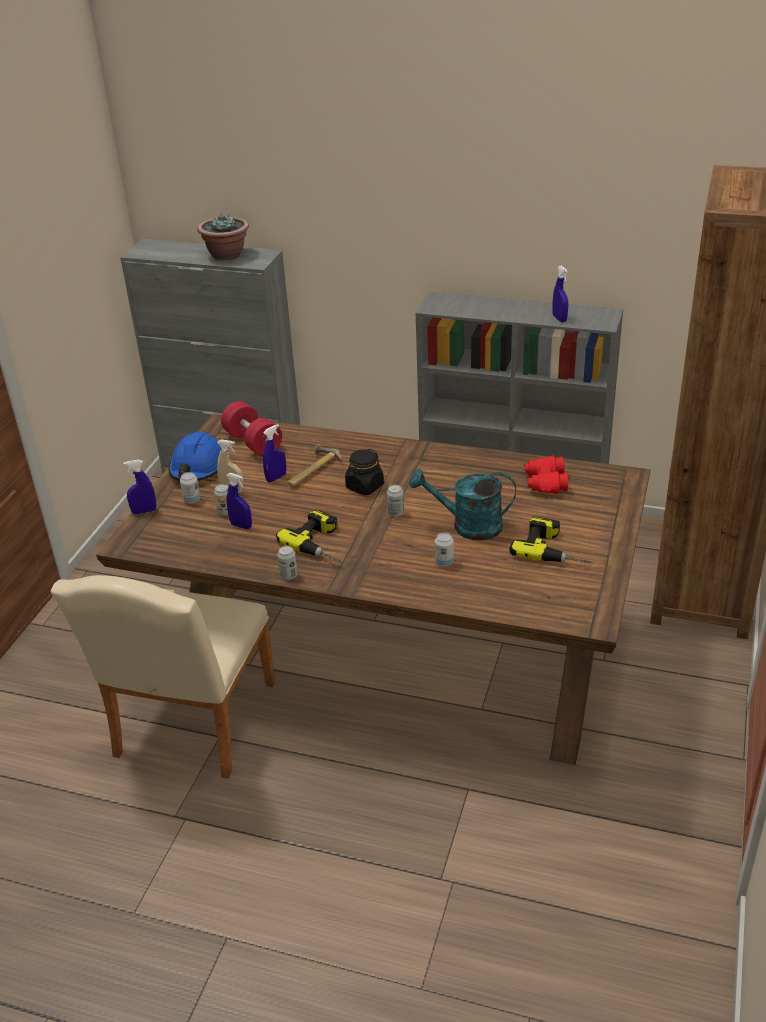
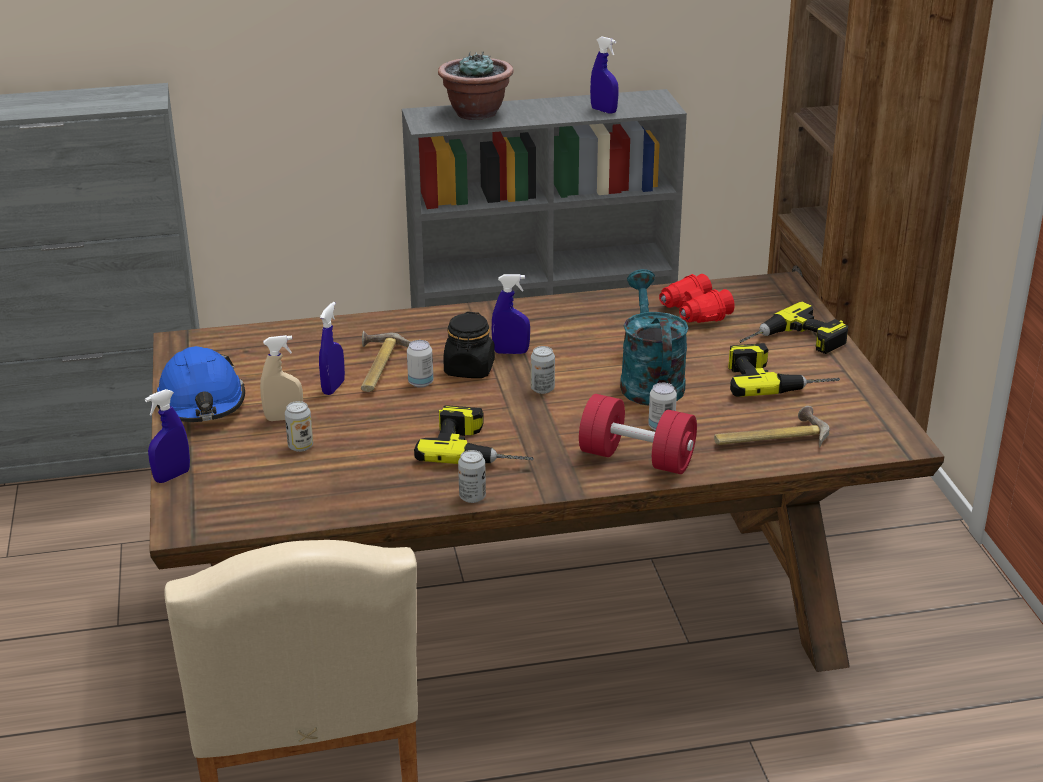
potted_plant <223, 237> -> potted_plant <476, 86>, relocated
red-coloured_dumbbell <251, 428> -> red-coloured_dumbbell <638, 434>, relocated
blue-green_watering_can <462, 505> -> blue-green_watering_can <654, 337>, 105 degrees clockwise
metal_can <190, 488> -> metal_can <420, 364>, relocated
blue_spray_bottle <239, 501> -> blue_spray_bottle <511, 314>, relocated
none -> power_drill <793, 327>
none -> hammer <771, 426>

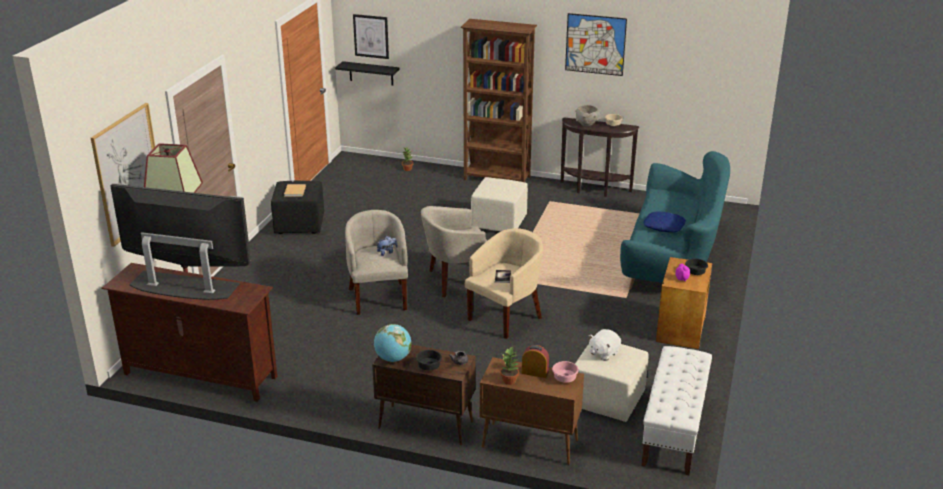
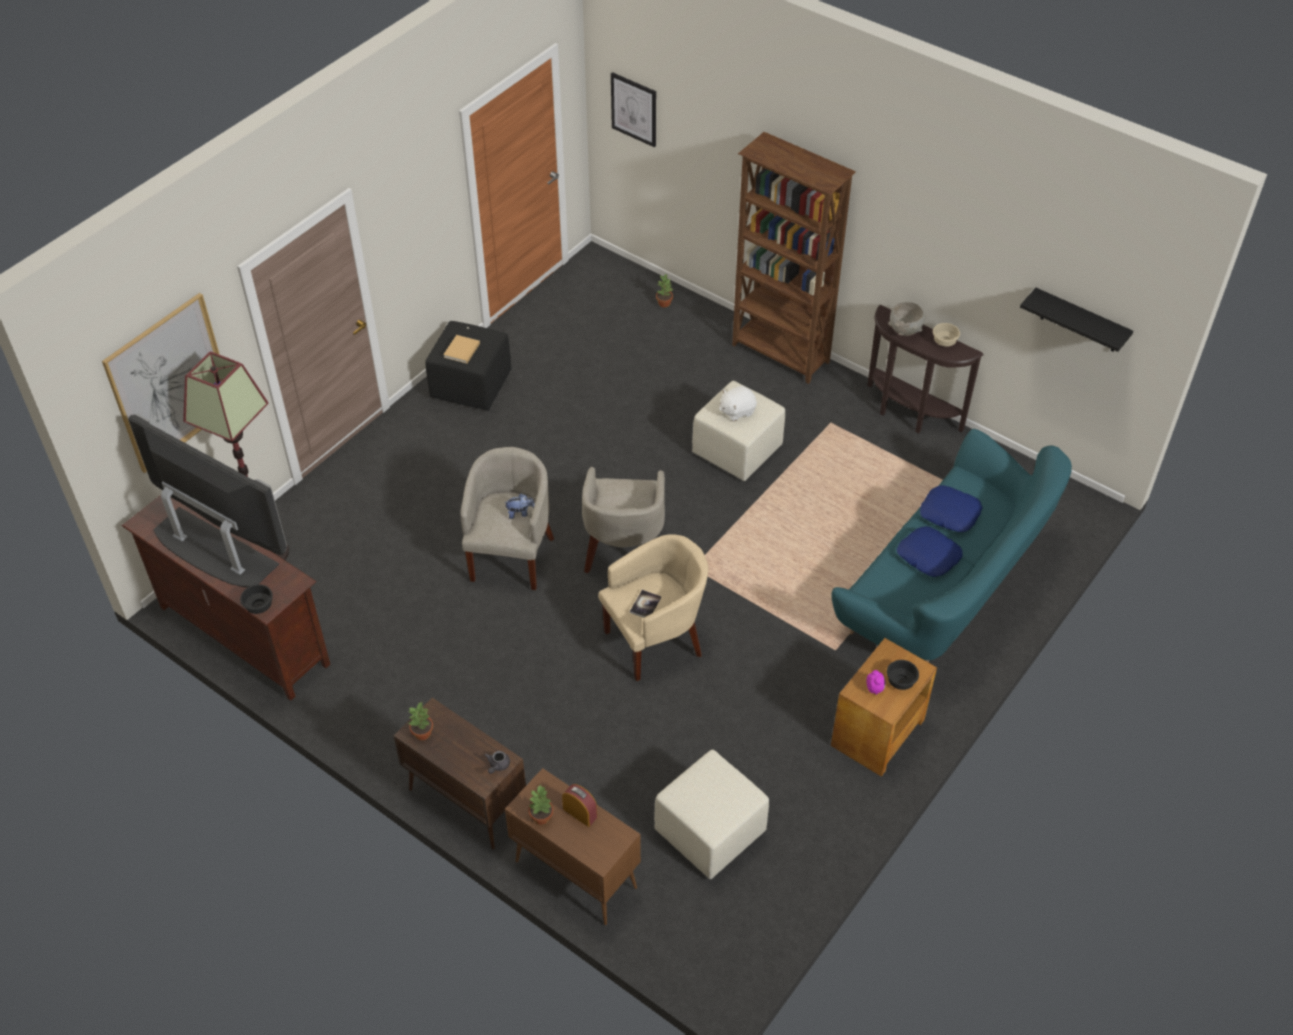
picture <596, 44> -> none
blackish_wall_shelf <367, 73> -> blackish_wall_shelf <1076, 320>, relocated
beige-coloured_armchair <454, 252> -> beige-coloured_armchair <623, 520>, 90 degrees counterclockwise
globe <393, 343> -> potted_plant <420, 721>
white_cuddly_toy <605, 345> -> white_cuddly_toy <738, 404>, relocated
white_long_seat <676, 410> -> none
blackish_deep_dish <429, 360> -> blackish_deep_dish <256, 599>, relocated
pinkish_deep_dish <565, 372> -> none
none -> blue_pillow <951, 508>

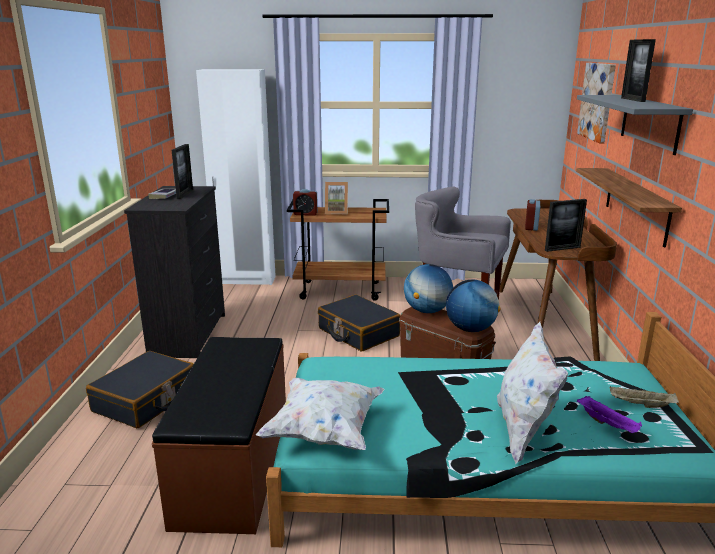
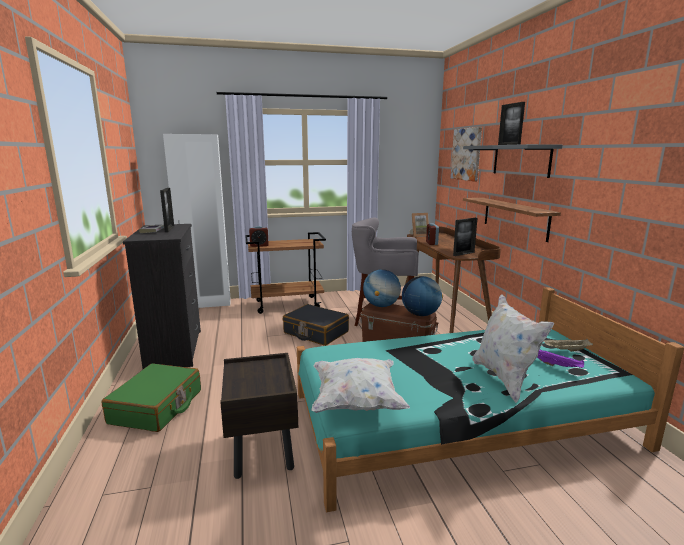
standing_frame <336, 198> -> standing_frame <419, 225>, relocated
brown_long_seat <219, 435> -> brown_bedside_table <259, 416>
blackish_piece_of_luggage <140, 390> -> green_piece_of_luggage <151, 397>

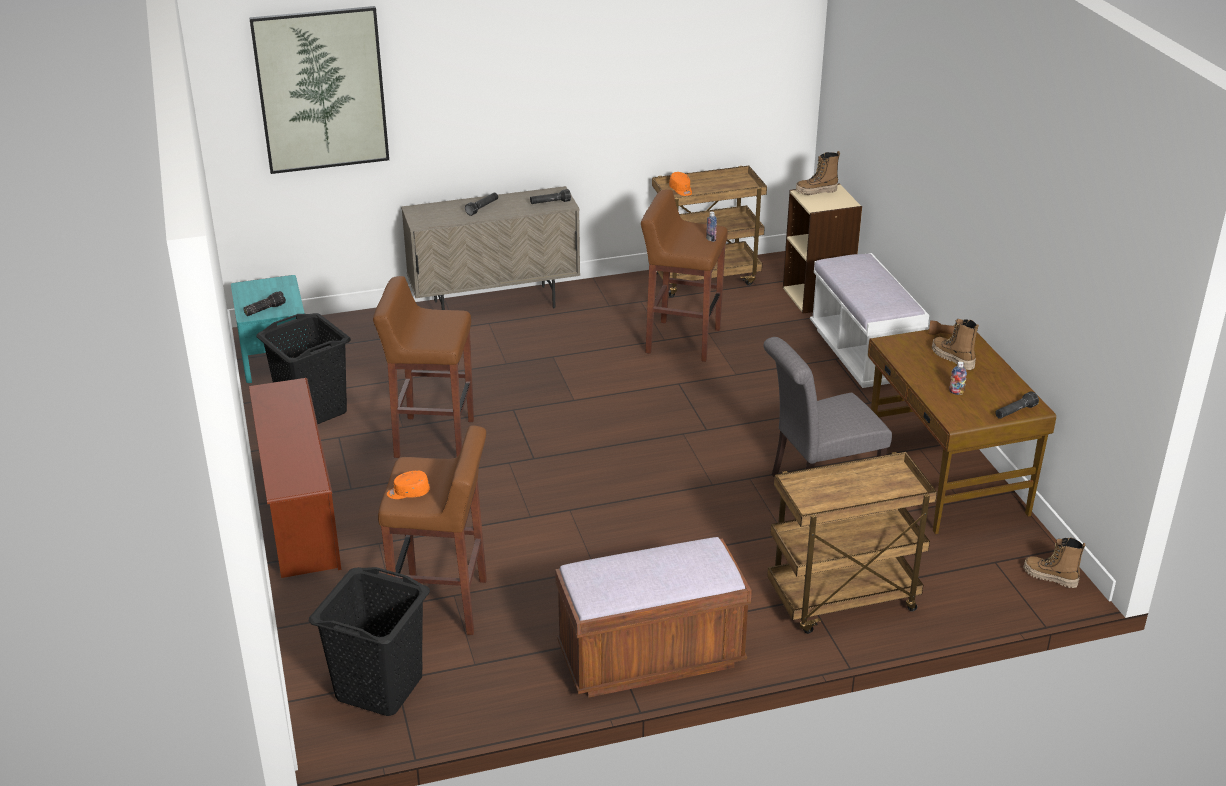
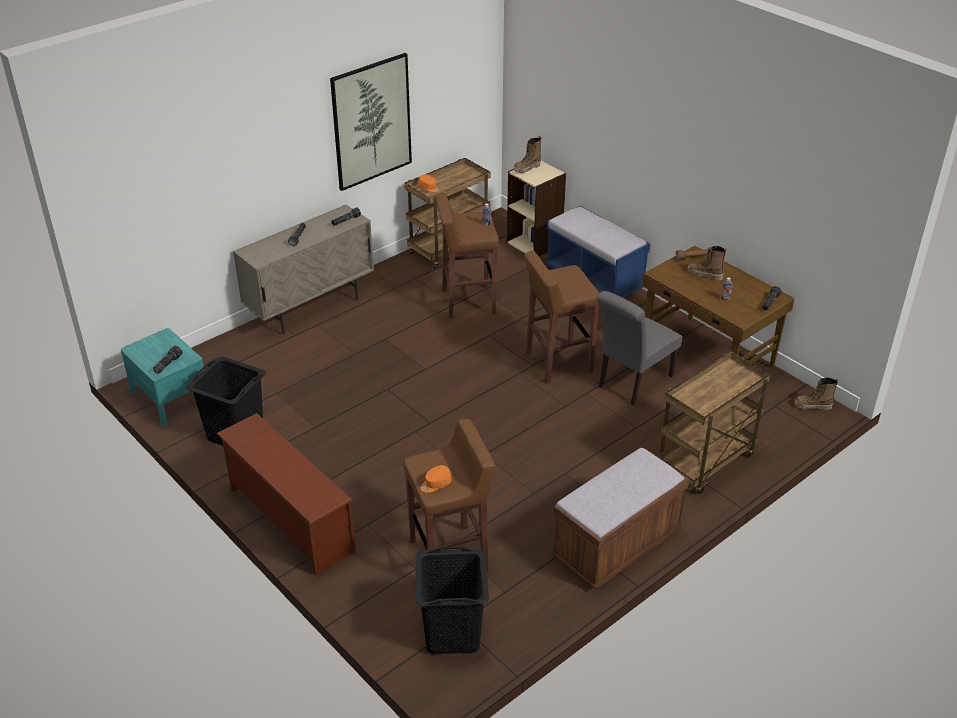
picture <319, 90> -> picture <371, 122>, relocated
white_long_seat <869, 320> -> blue_long_seat <598, 252>
brown_sitting_stool <423, 367> -> brown_sitting_stool <562, 317>, relocated

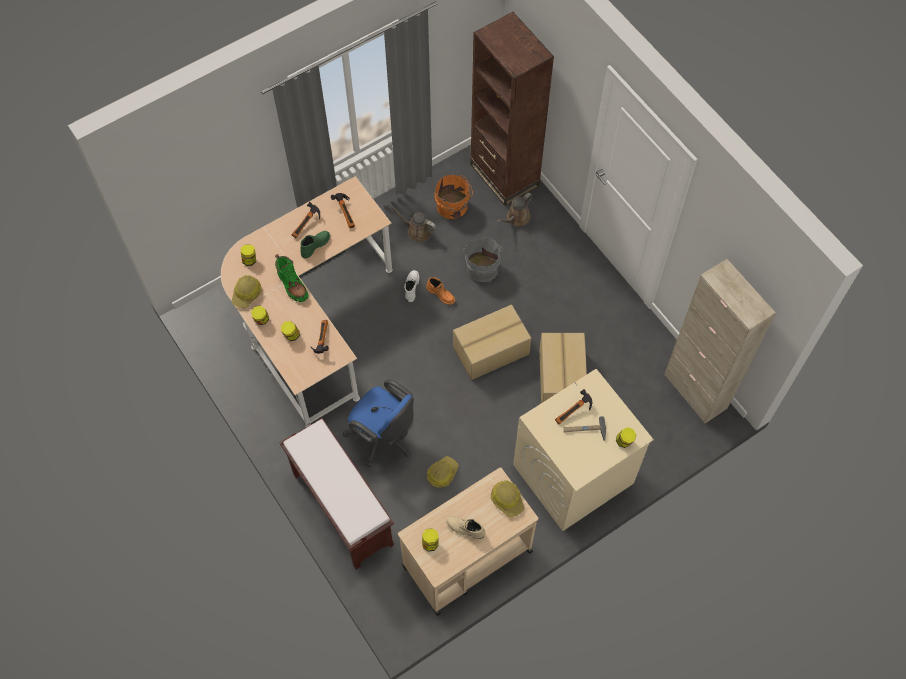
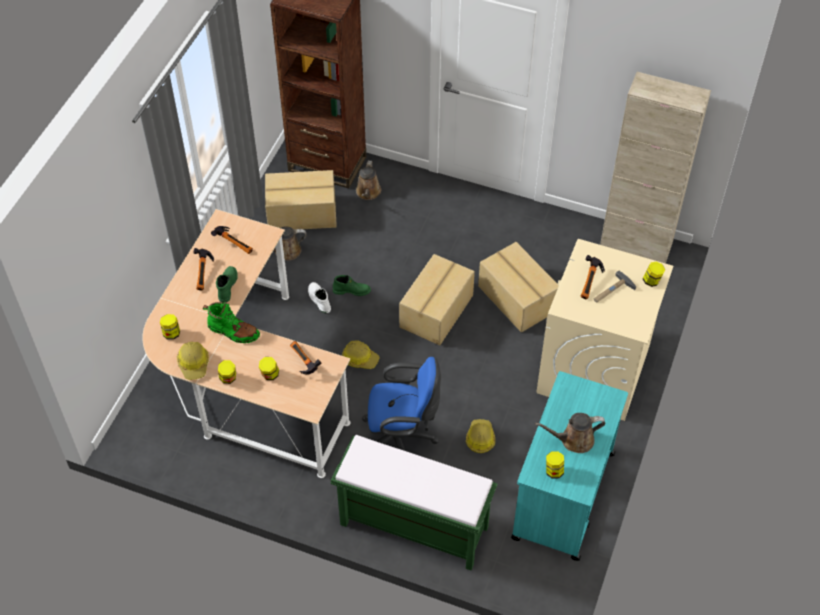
orange_pail <454, 196> -> packing_box <301, 199>
greyish_pail <483, 259> -> none
orange_boot <440, 291> -> green_boot <352, 285>
brown_long_seat <336, 493> -> green_long_seat <413, 503>
beige-coloured_trolley <468, 541> -> blue-green_trolley <569, 466>
work_helmet <507, 499> -> work_helmet <361, 354>, relocated
beige-coloured_boot <465, 527> -> brown_watering_can <570, 433>

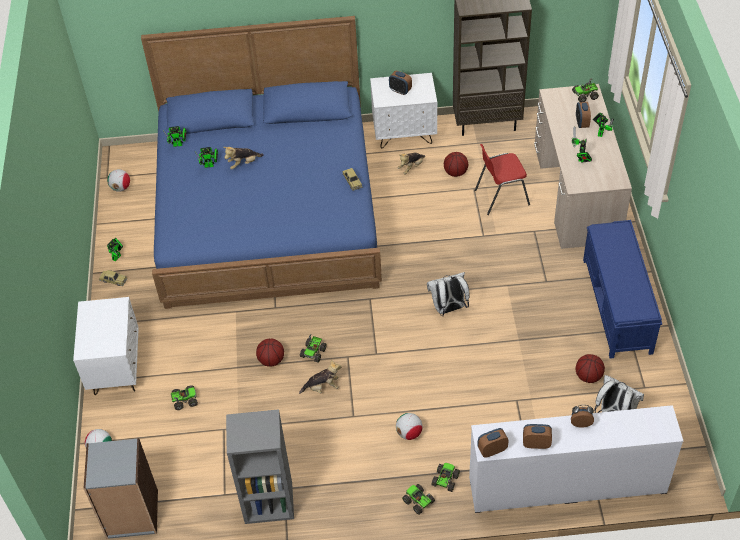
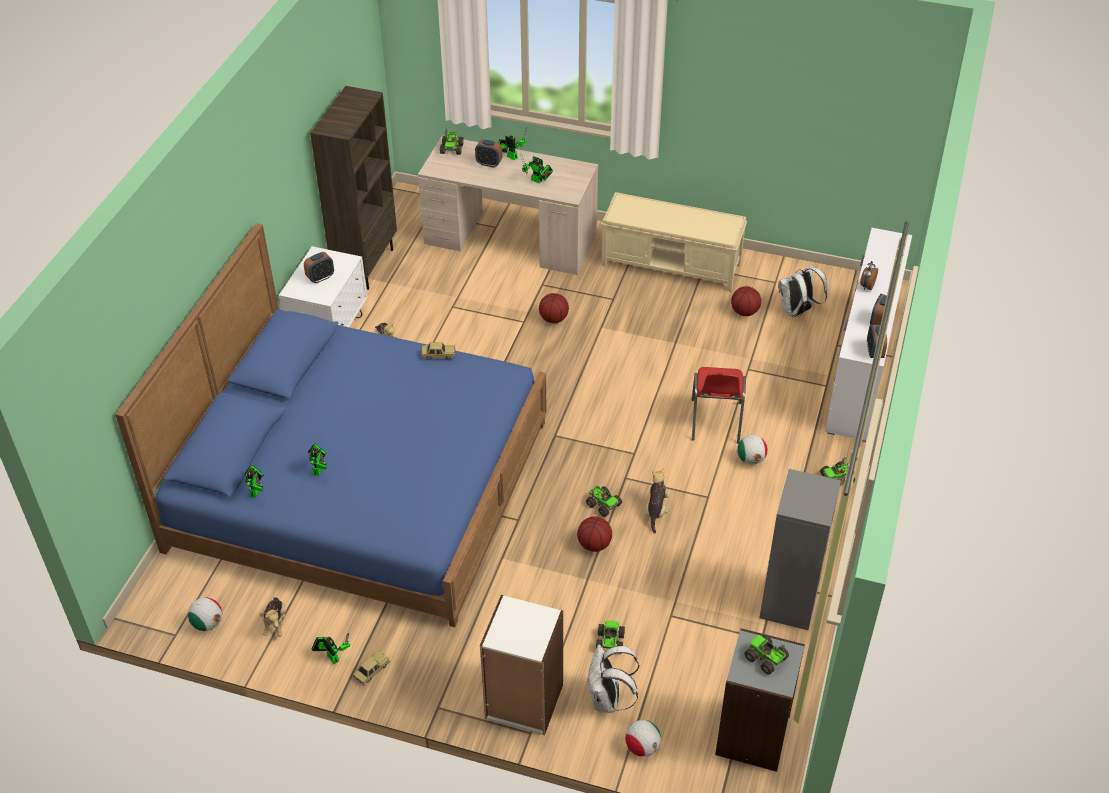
red-coloured_upright_chair <502, 179> -> red-coloured_upright_chair <719, 405>, relocated
cuddly_toy <244, 158> -> cuddly_toy <273, 617>, relocated
ball_for_basketball <456, 164> -> ball_for_basketball <554, 308>, relocated
blue_long_seat <622, 289> -> beige-coloured_long_seat <674, 242>
white_rucksack <448, 294> -> white_rucksack <613, 678>, relocated
white_bedside_table <106, 346> -> white_bookcase <521, 665>
toy_lorry <446, 477> -> toy_lorry <766, 655>, relocated

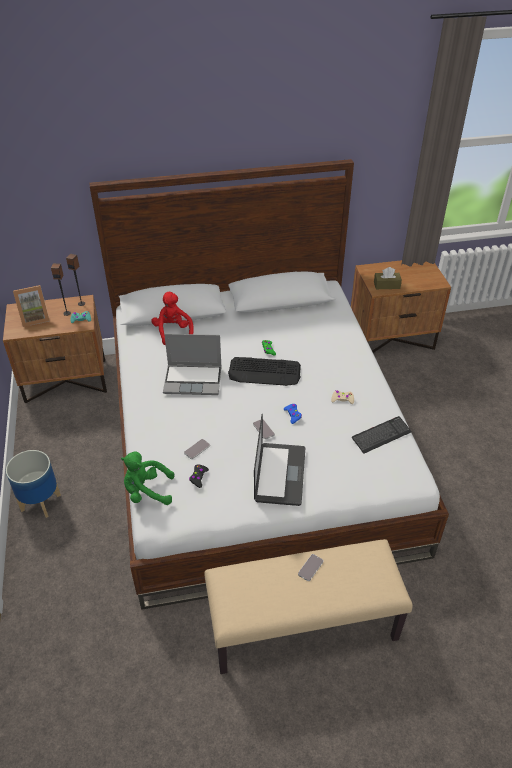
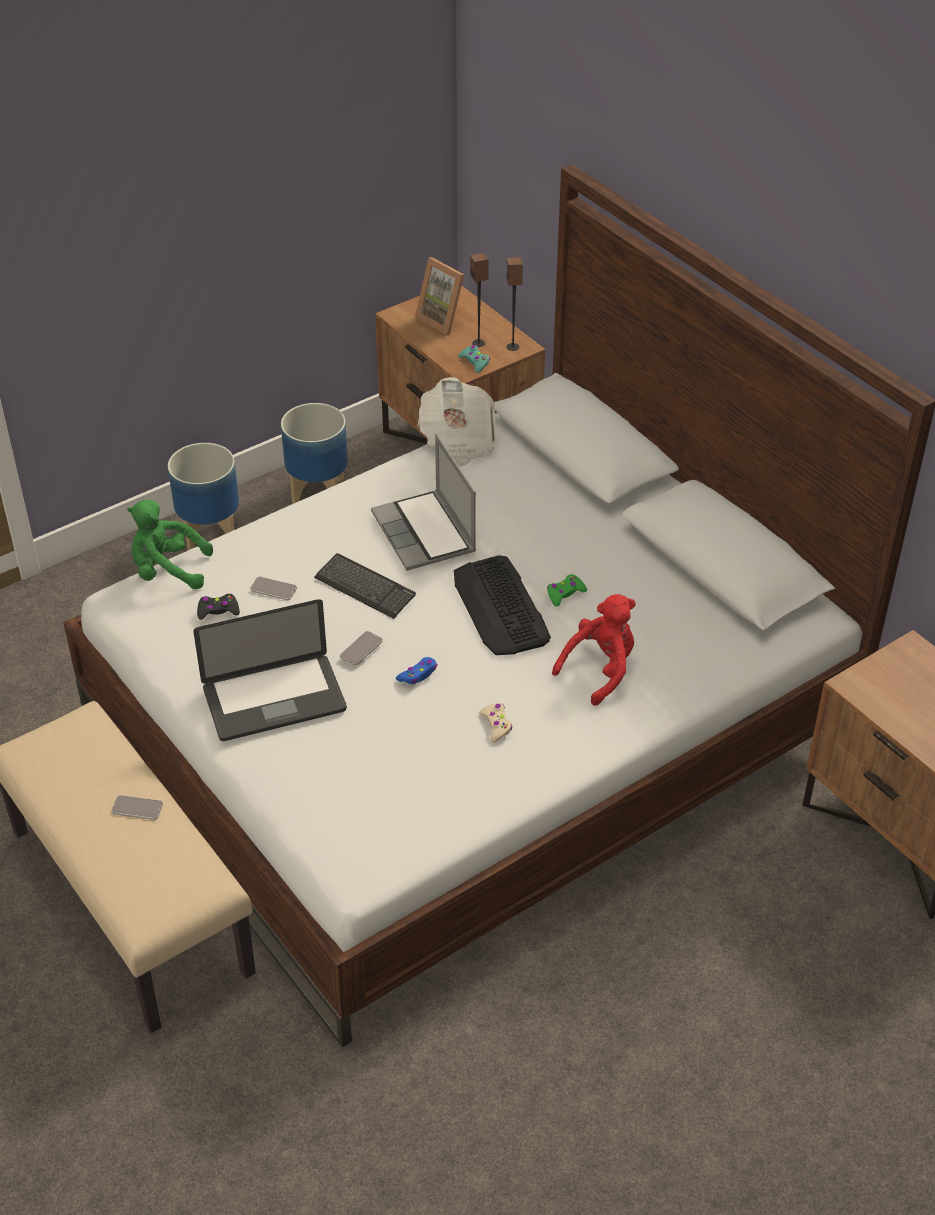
brown_box_of_tissues <388, 278> -> none
red-coloured_cuddly_toy <172, 318> -> red-coloured_cuddly_toy <594, 650>, relocated
keyboard <381, 435> -> keyboard <365, 586>, relocated
green_cuddly_toy <148, 478> -> green_cuddly_toy <170, 545>, 60 degrees counterclockwise
none -> printed_paper <456, 422>
none -> planter <314, 453>

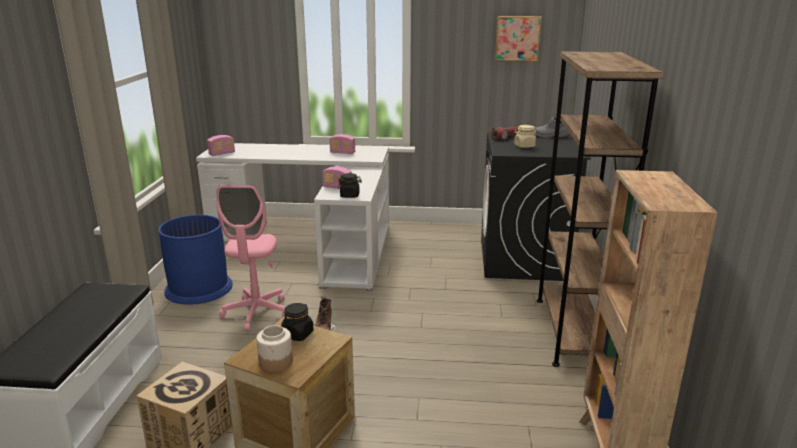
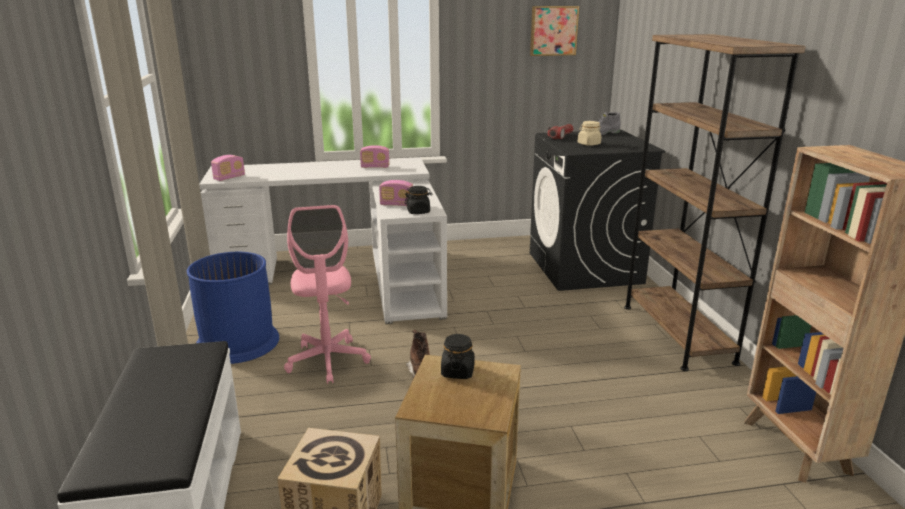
preserve_jar <274, 348> -> none

